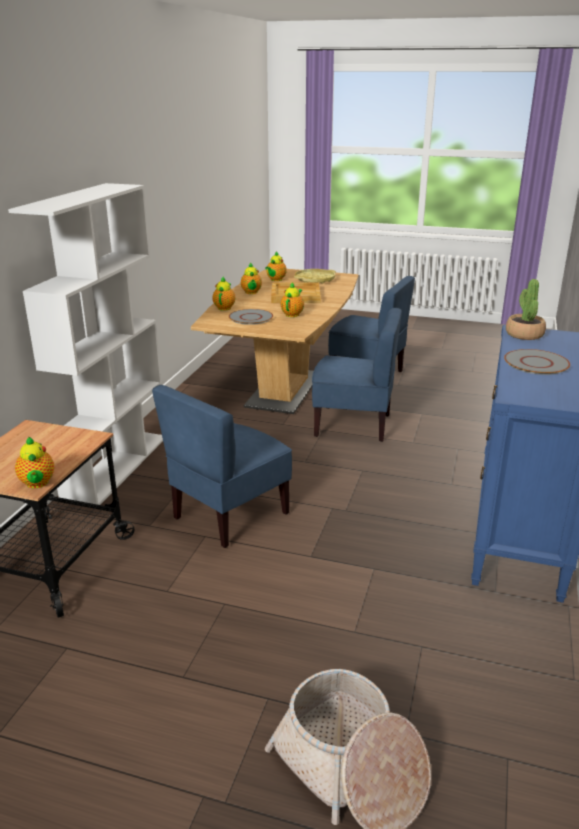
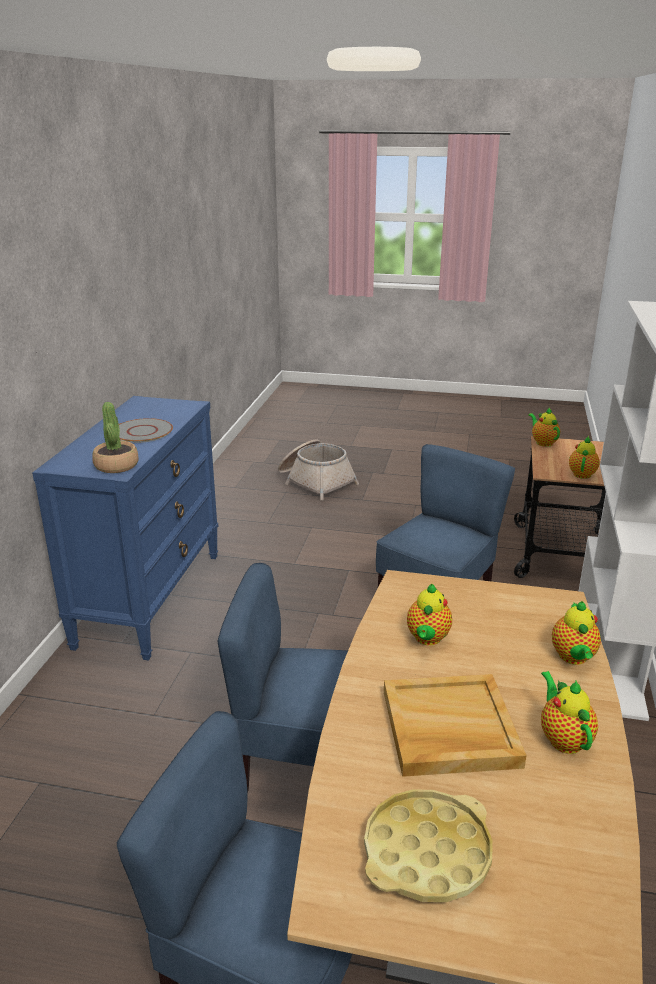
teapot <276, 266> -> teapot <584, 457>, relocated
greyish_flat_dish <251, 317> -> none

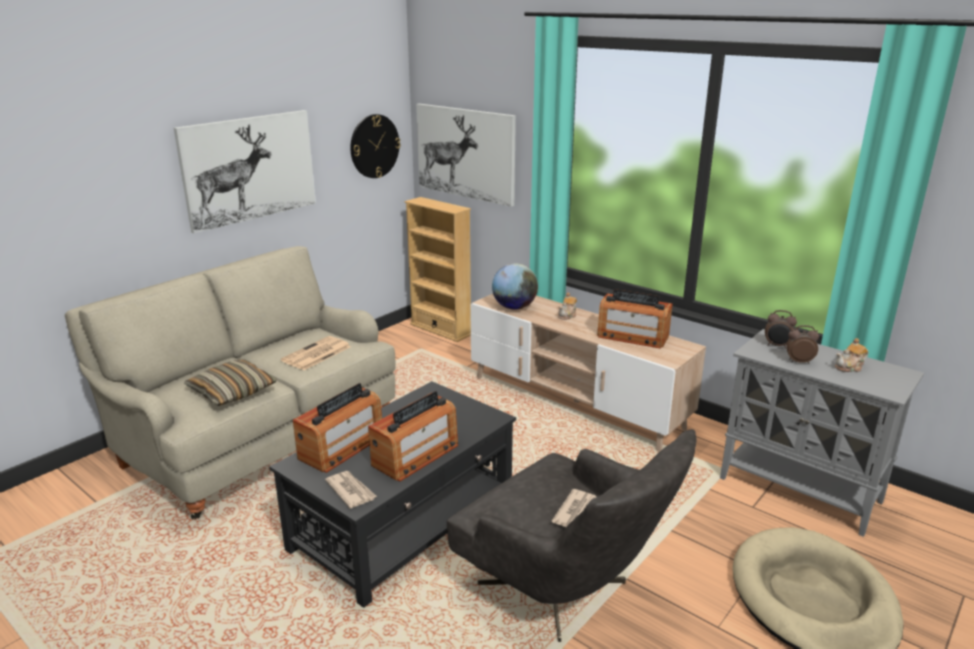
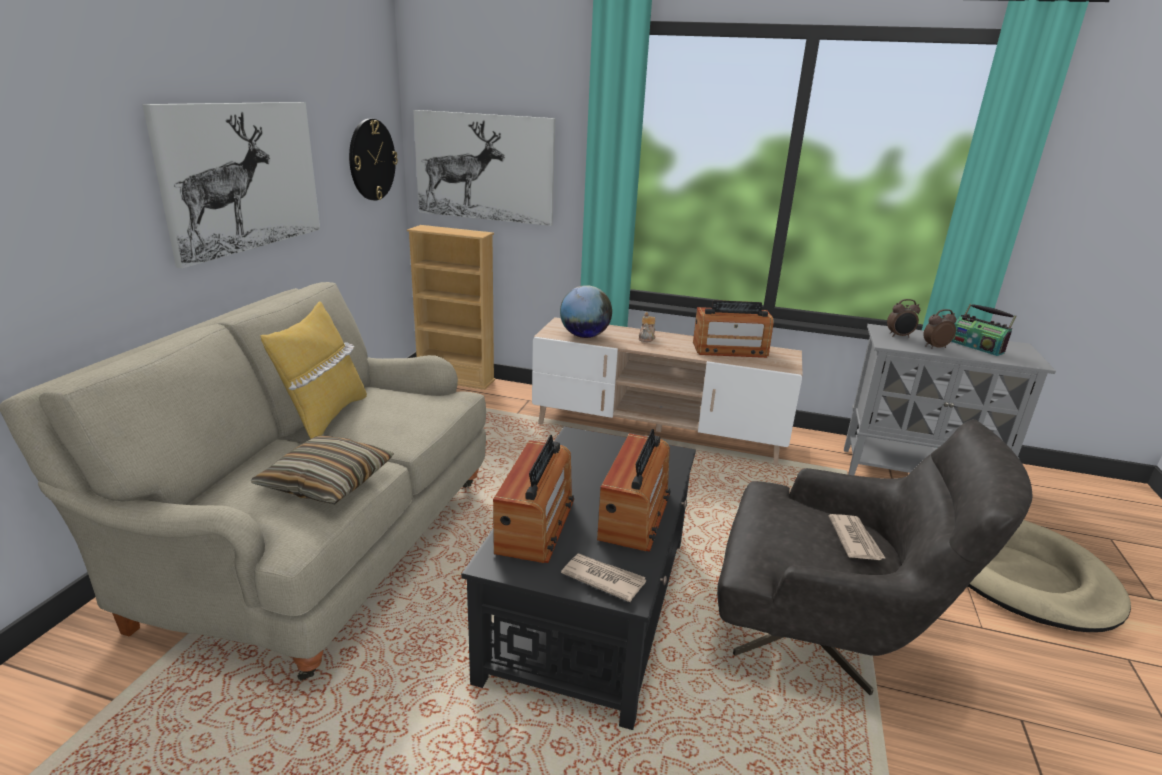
printed_paper <316, 353> -> none
teapot <851, 355> -> radio <983, 330>
none -> yellow-coloured_pillow <313, 370>

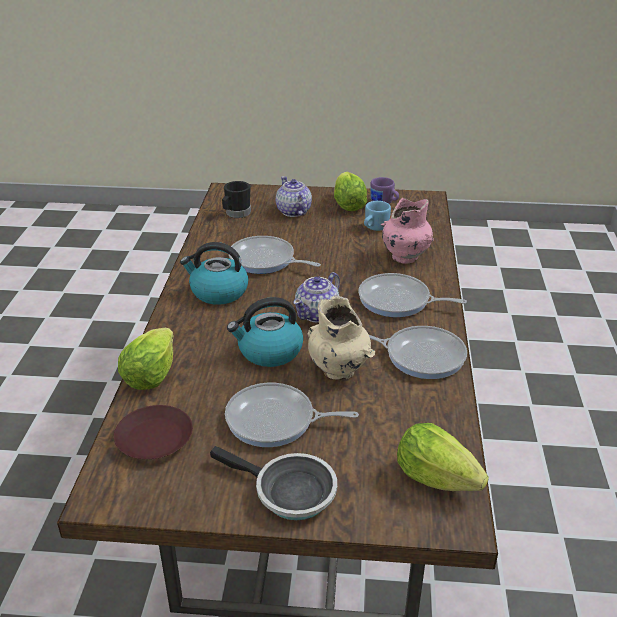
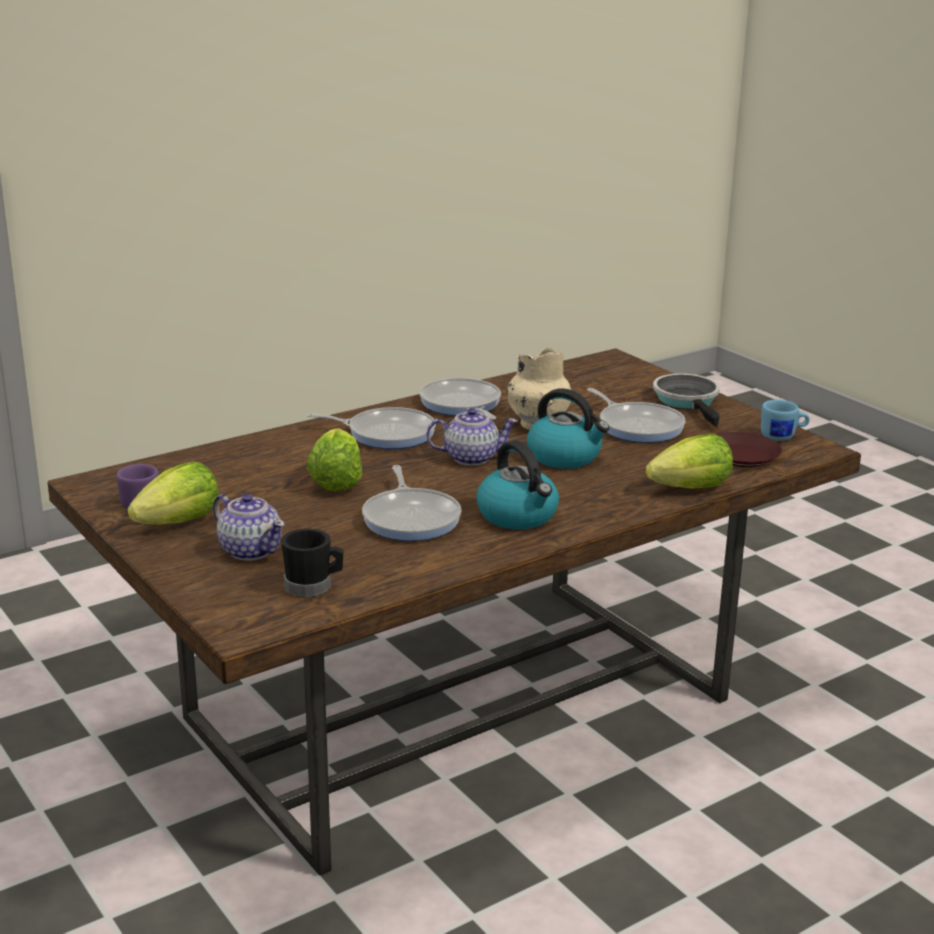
teapot <294, 196> -> teapot <249, 527>, 75 degrees counterclockwise
pinkish_decorative_vase <407, 231> -> none
blue_mug <377, 216> -> blue_mug <785, 420>, relocated
pan <412, 295> -> pan <371, 428>, 60 degrees counterclockwise
head_of_lettuce <443, 457> -> head_of_lettuce <334, 459>, relocated

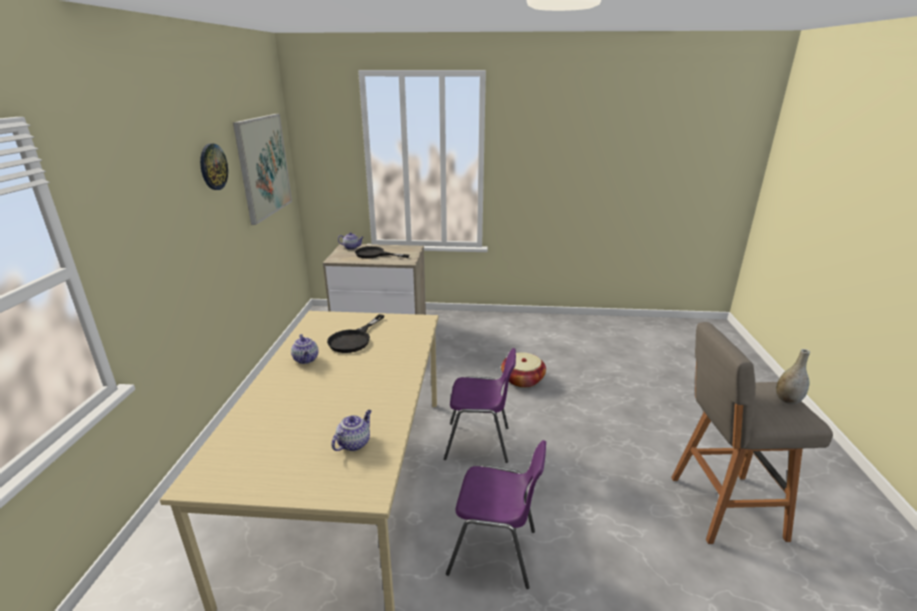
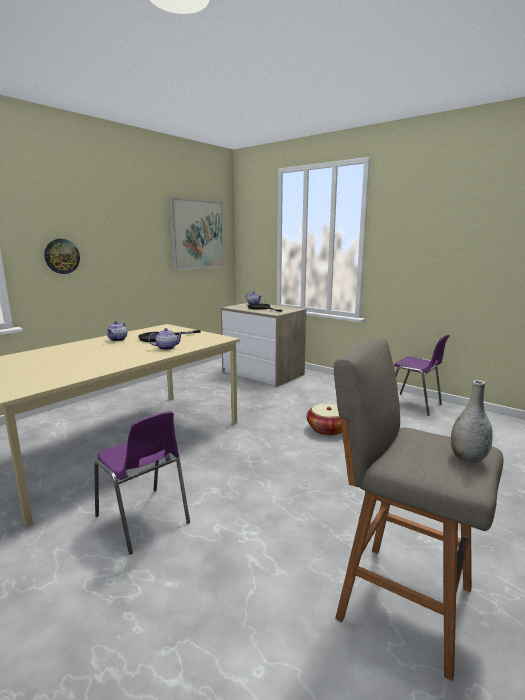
clock_on_the_wall <214, 167> -> clock_on_the_wall <62, 256>, relocated
purple_upright_chair <480, 405> -> purple_upright_chair <422, 375>, relocated
teapot <351, 430> -> teapot <166, 339>, relocated

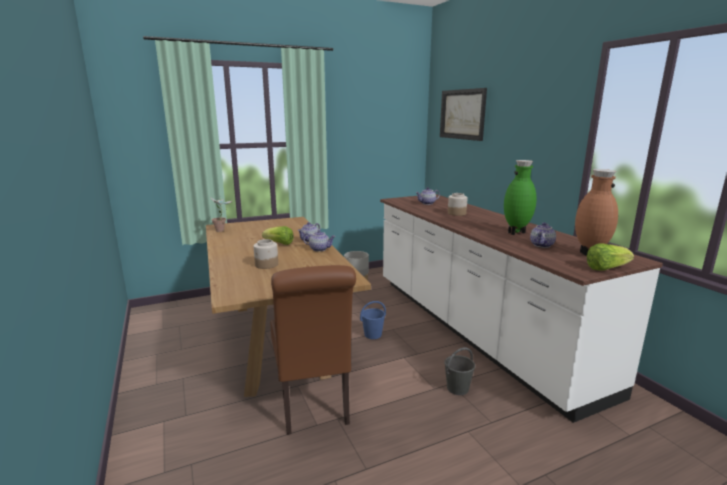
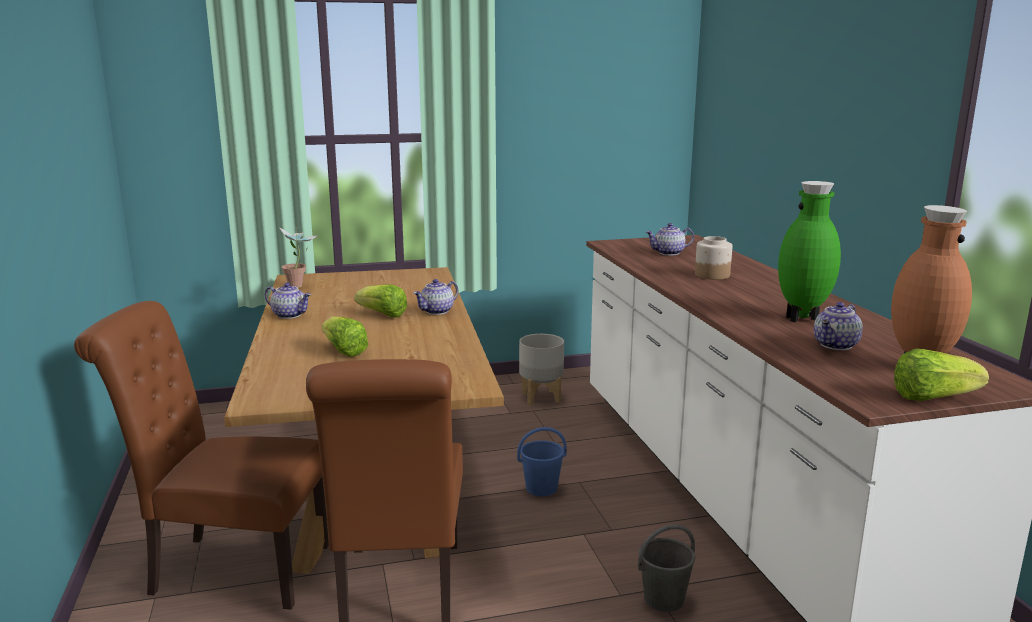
picture <463, 114> -> none
teapot <319, 241> -> teapot <288, 301>, relocated
preserve_jar <265, 254> -> head_of_lettuce <345, 336>
none -> brown_upright_chair <201, 455>

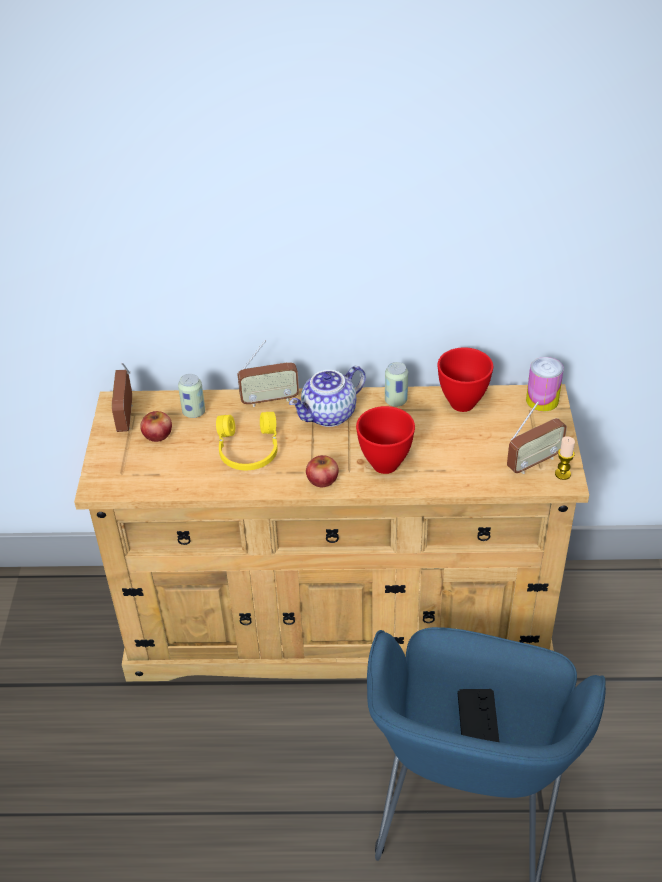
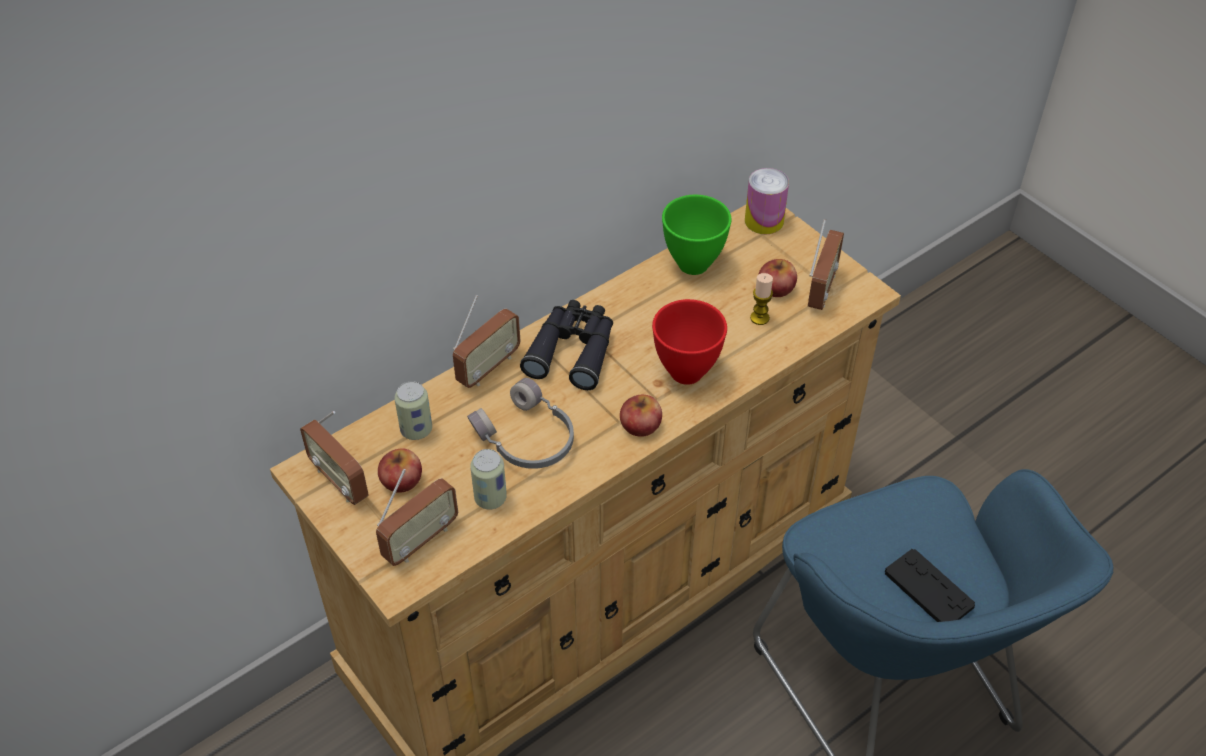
red-coloured_deep_dish <465, 379> -> green_deep_dish <697, 235>
metal_can <396, 384> -> metal_can <488, 479>, relocated
teapot <327, 396> -> blackish_field_glasses <566, 345>
yellow-coloured_pair_of_headphones <247, 441> -> greyish_pair_of_headphones <520, 423>
wax_light <565, 458> -> wax_light <761, 299>, relocated
none -> apple <777, 278>
none -> radio <417, 517>

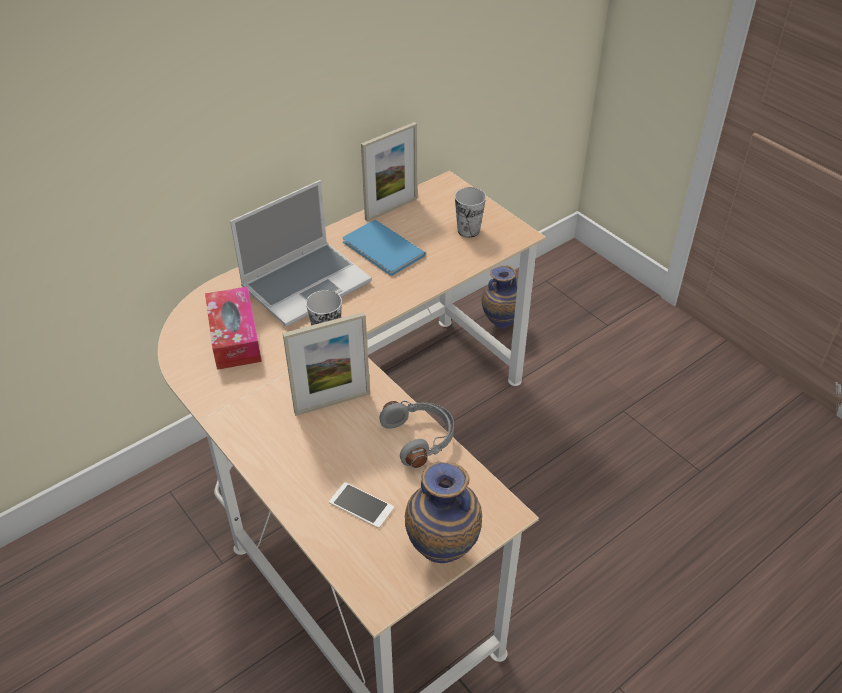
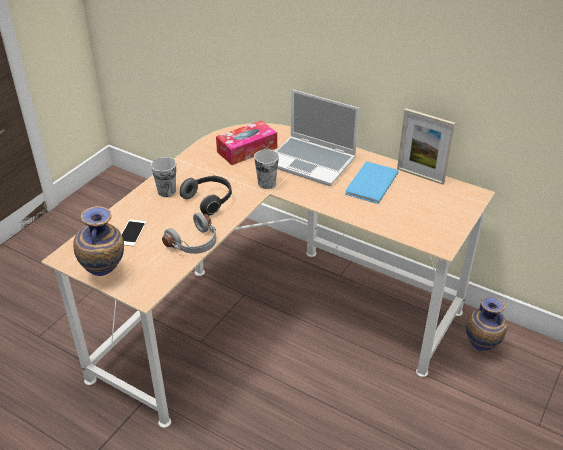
cup <470, 212> -> cup <163, 177>, relocated
standing_frame <326, 364> -> pair_of_headphones <206, 196>

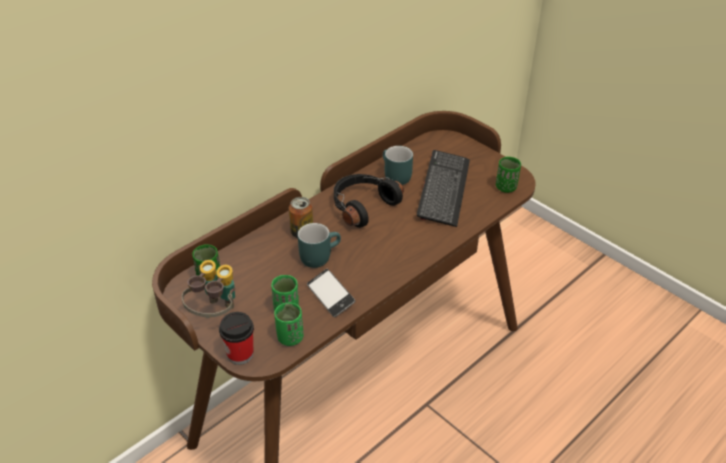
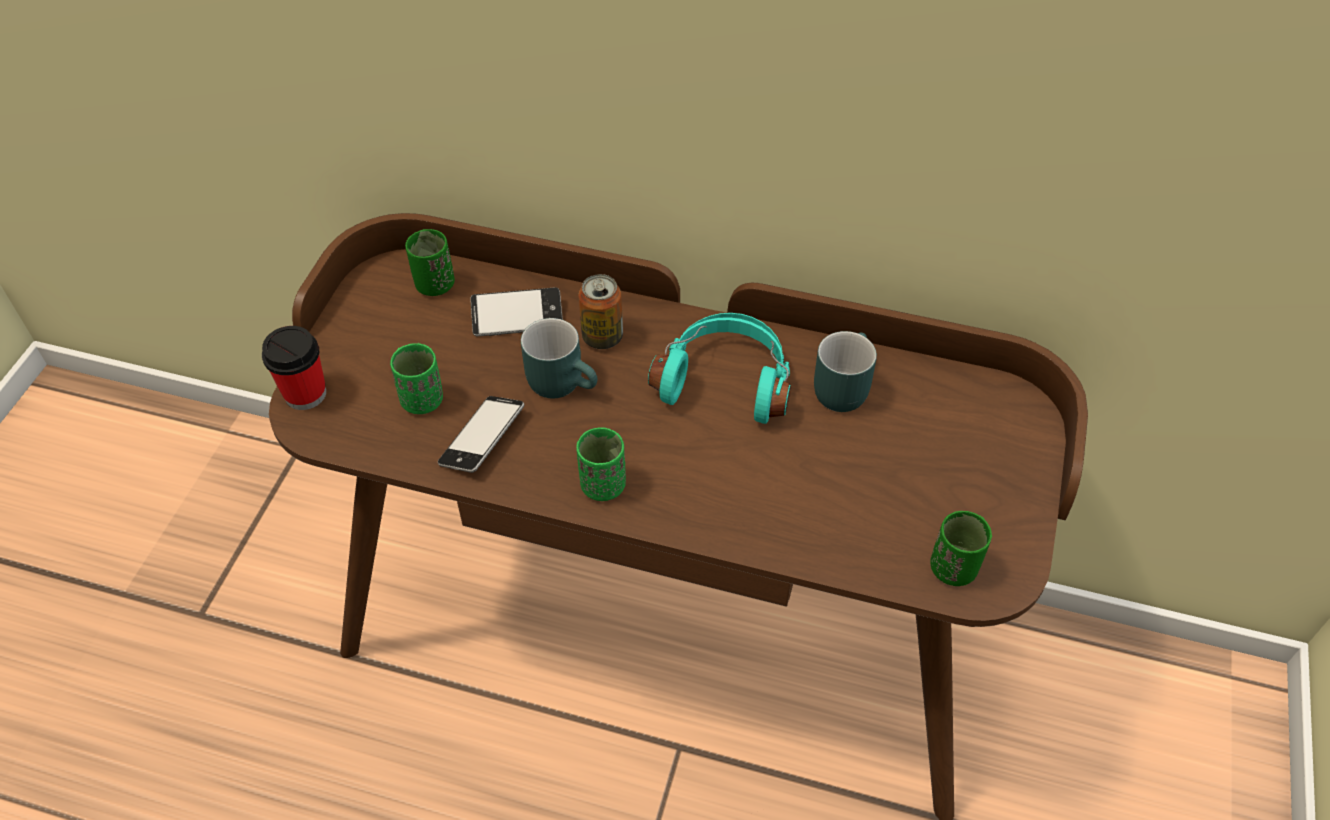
keyboard <443, 188> -> none
blackish_pair_of_headphones <369, 201> -> blue-green_pair_of_headphones <719, 368>
field_glasses <208, 288> -> none
green_cup <289, 324> -> green_cup <601, 464>, relocated
none -> telephone <516, 311>

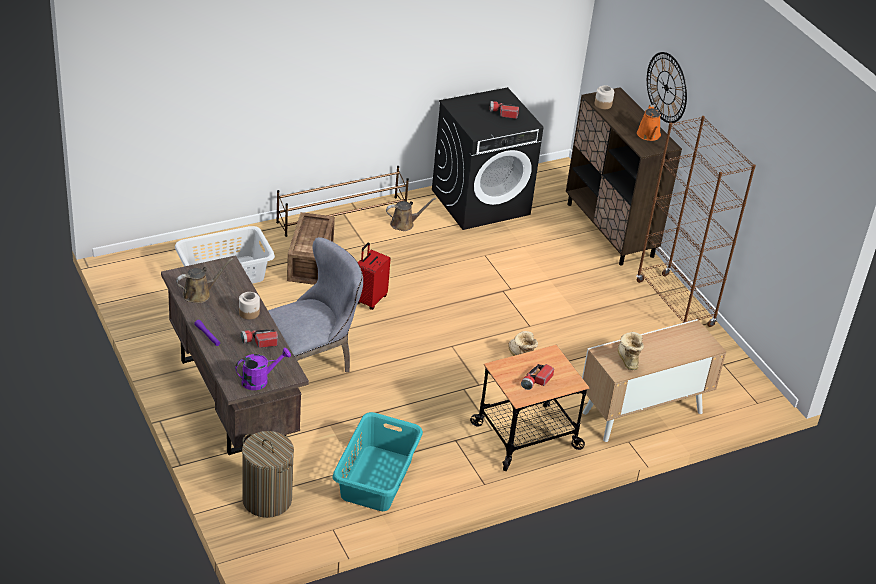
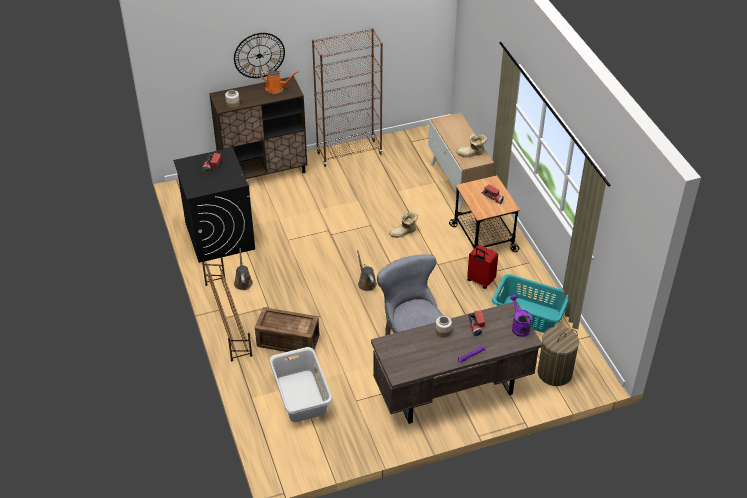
red-coloured_piece_of_luggage <374, 276> -> red-coloured_piece_of_luggage <482, 266>, relocated
brown_watering_can <204, 280> -> brown_watering_can <367, 270>, relocated

